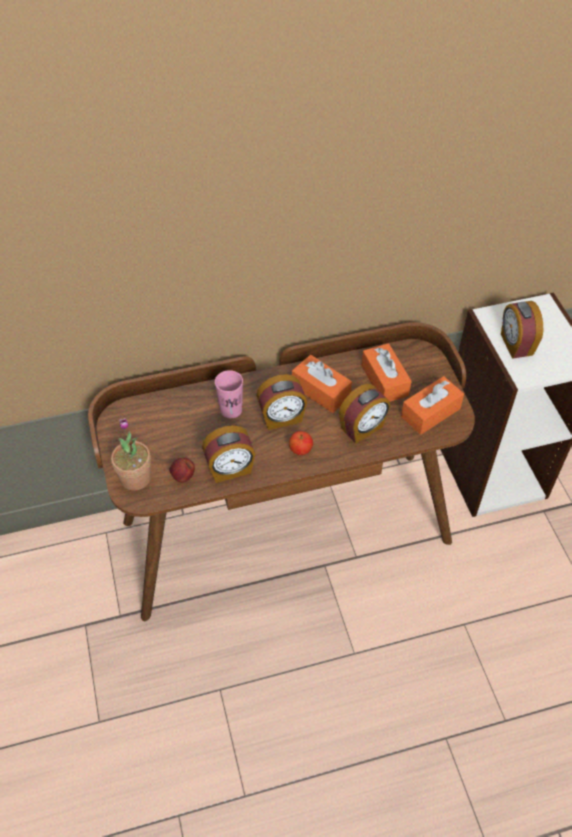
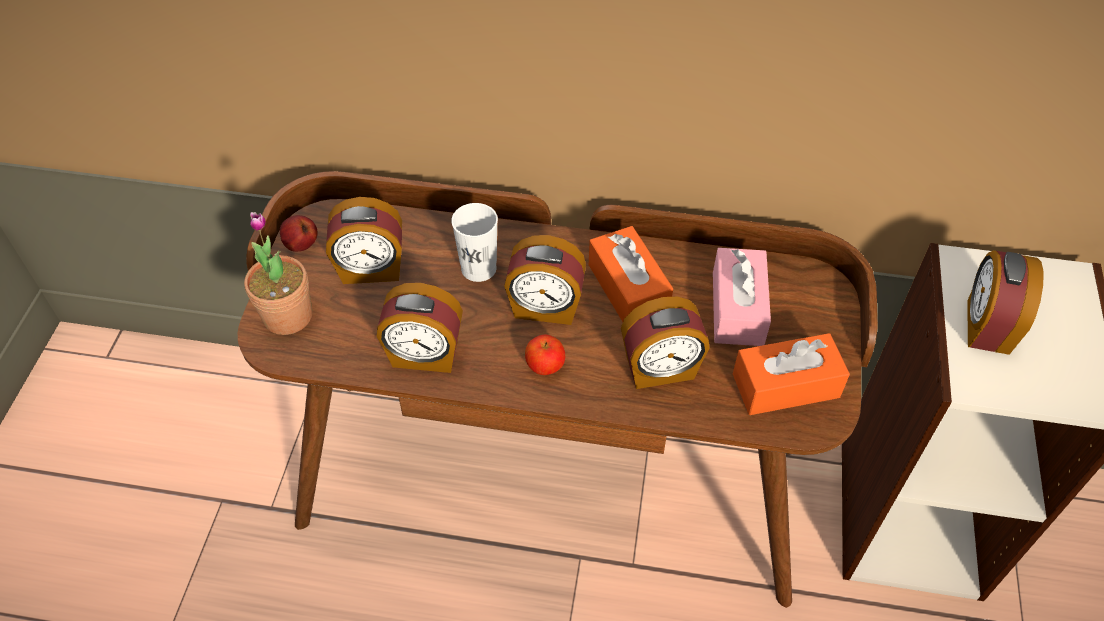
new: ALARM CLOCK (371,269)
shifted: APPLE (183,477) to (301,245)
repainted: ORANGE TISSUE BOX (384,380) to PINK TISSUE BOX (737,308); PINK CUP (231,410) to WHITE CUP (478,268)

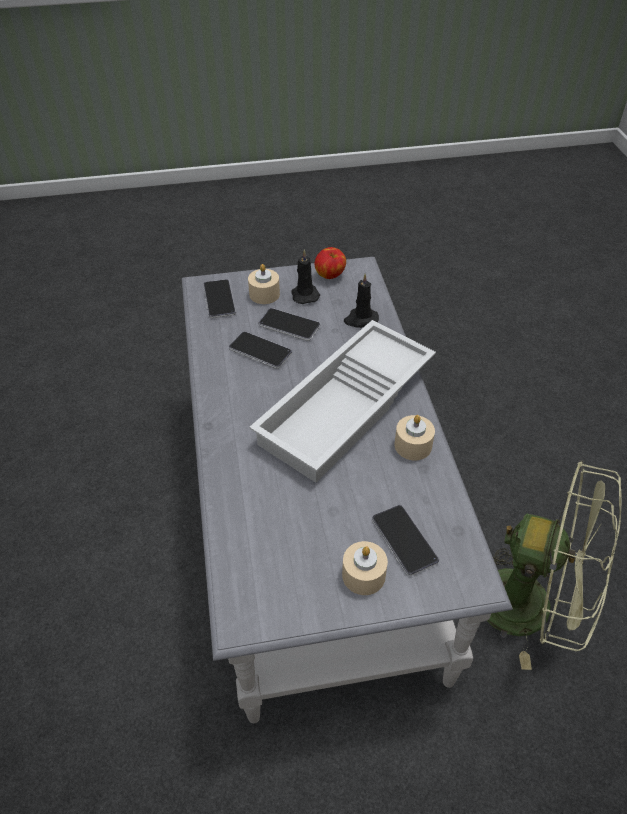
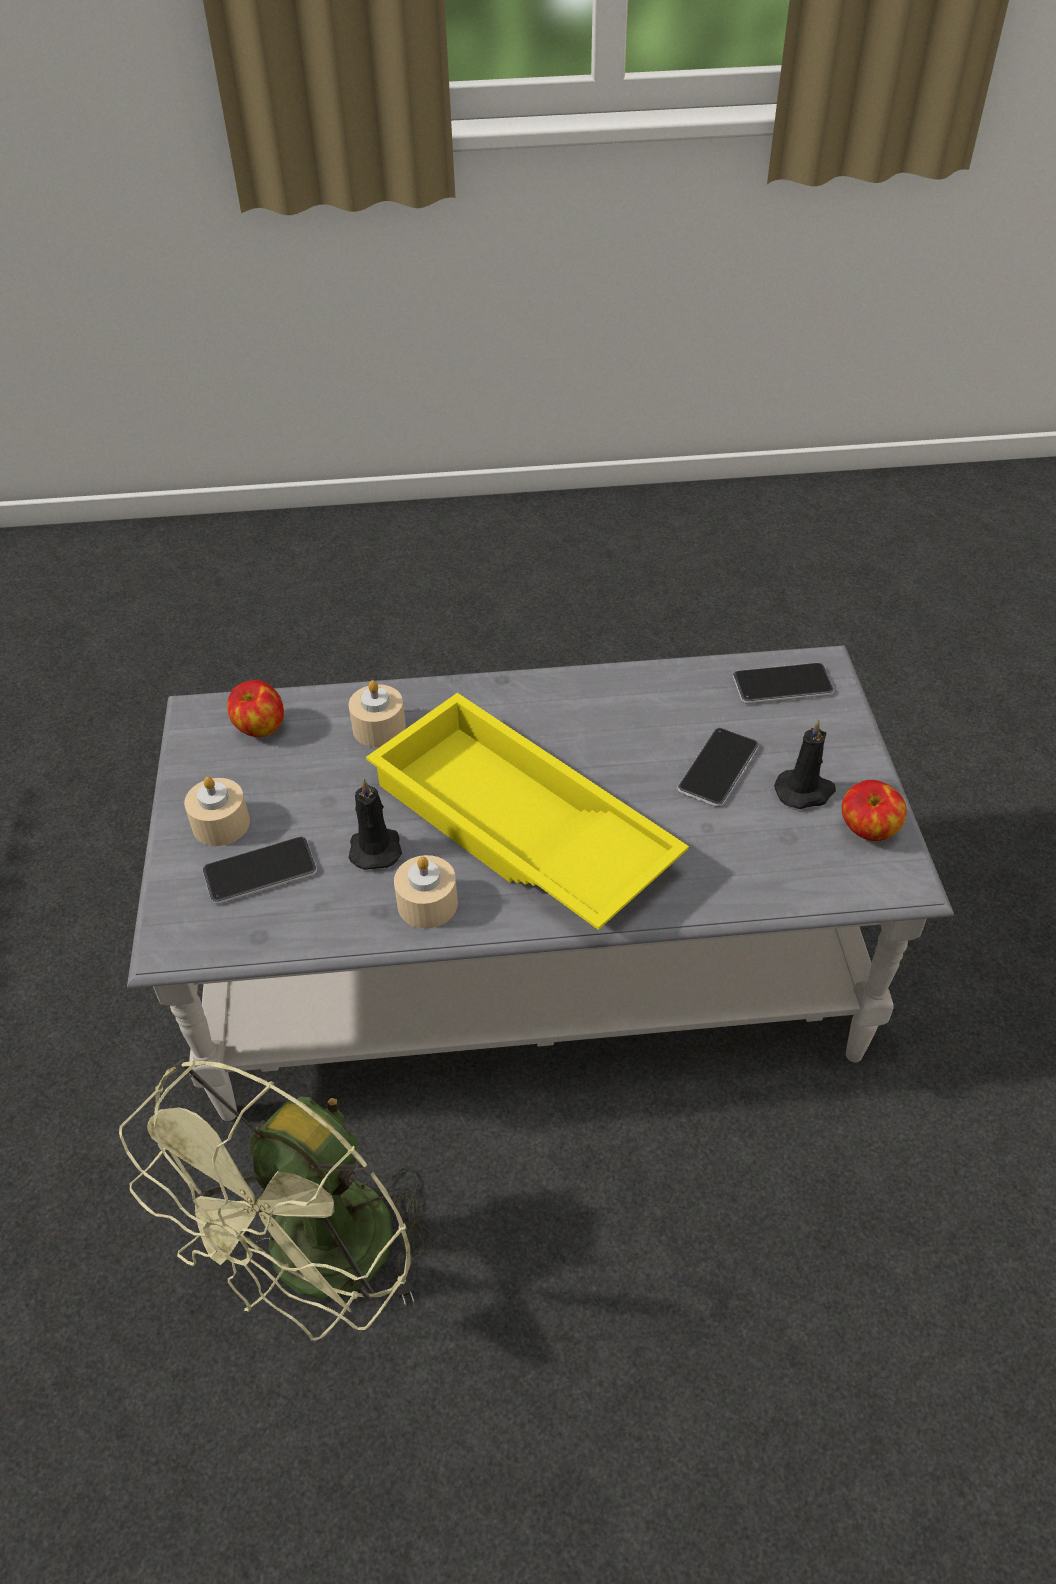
gone: PHONE (260,351)
new: APPLE (260,728)
shifted: BEIGE CANDLE (264,294) to (379,728); BLACK CANDLE (360,319) to (375,847)
repainted: WHITE TRAY (347,408) to YELLOW TRAY (516,829)

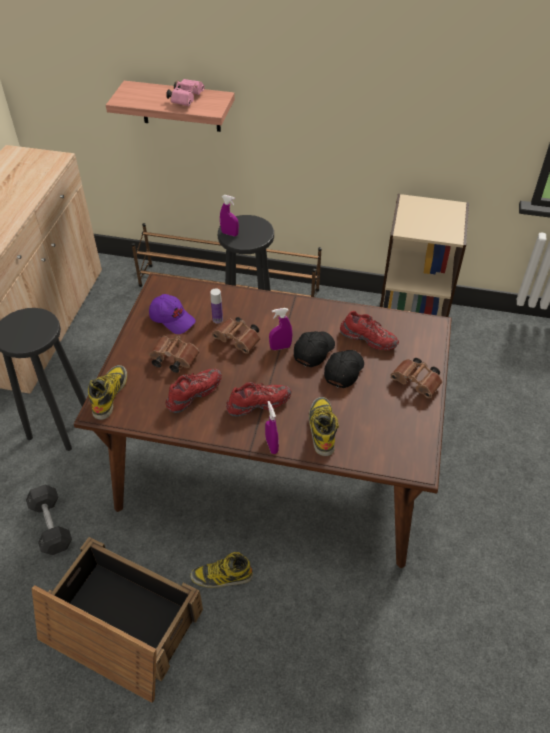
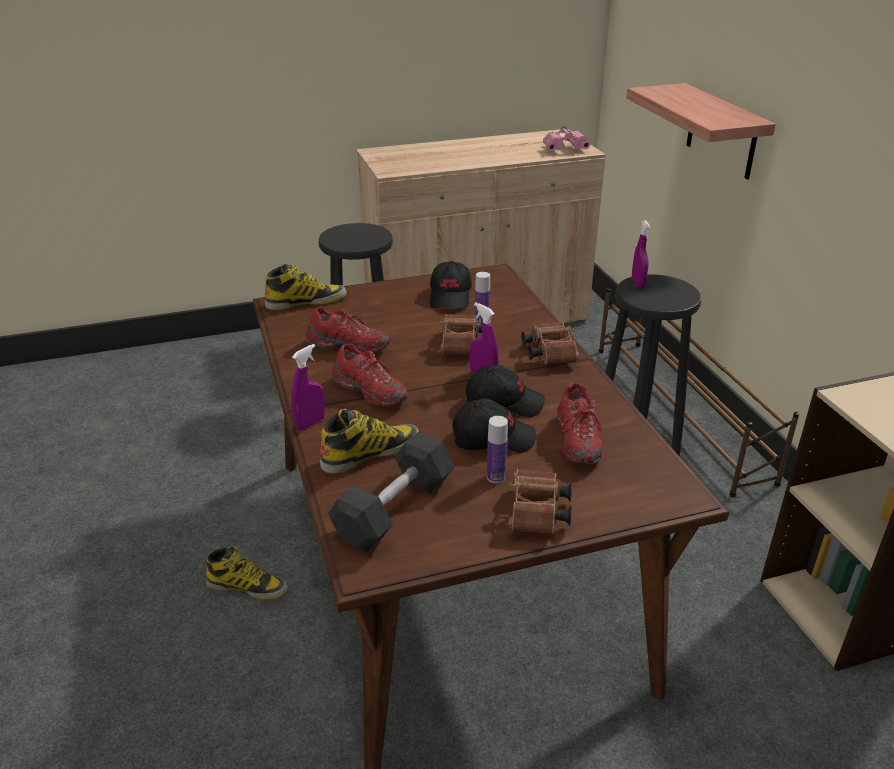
gone: CRATE (120,626)
new: BOTTLE (496,477)
shifted: PINK BINOCULARS (186,99) to (566,149); BROWN BINOCULARS (172,359) to (548,353); GREY DUMBBELL (51,525) to (394,509)
repainted: PURPLE CAP (172,319) to BLACK CAP (451,297)
rotated: BOOT (221,576) = (247,586) 135 degrees clockwise

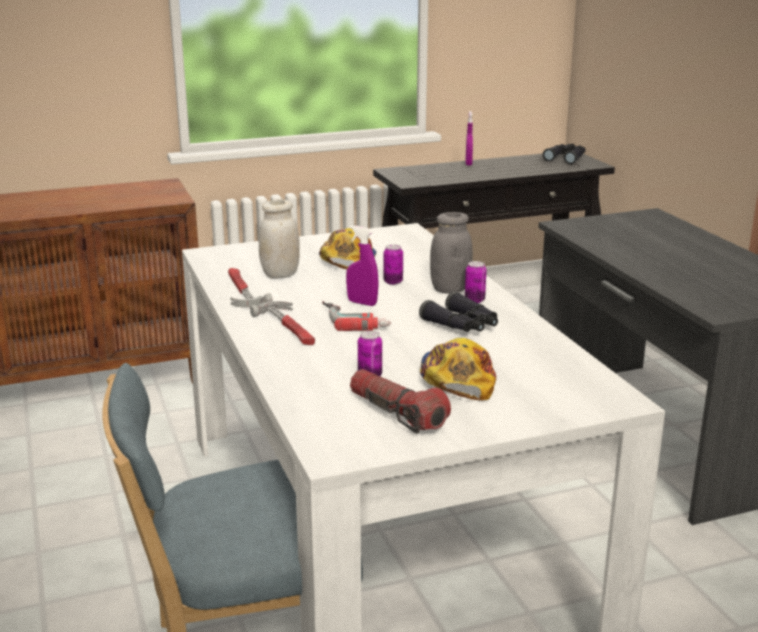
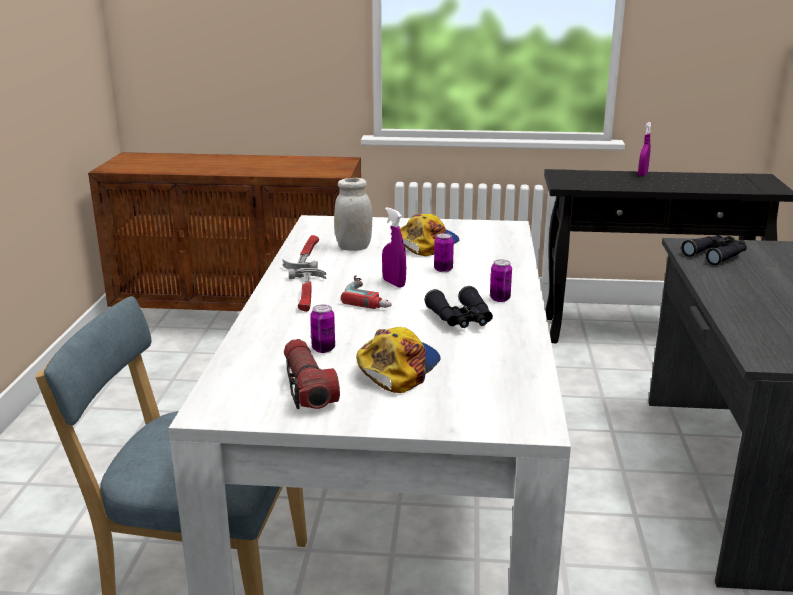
gone: GREY JAR (450,289)
shifted: BLACK BINOCULARS (566,158) to (716,255)

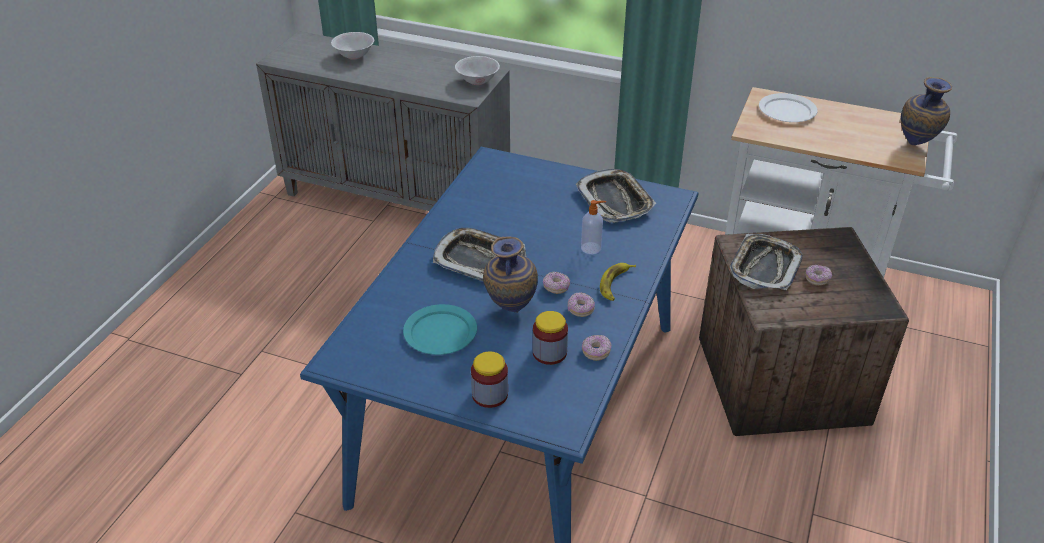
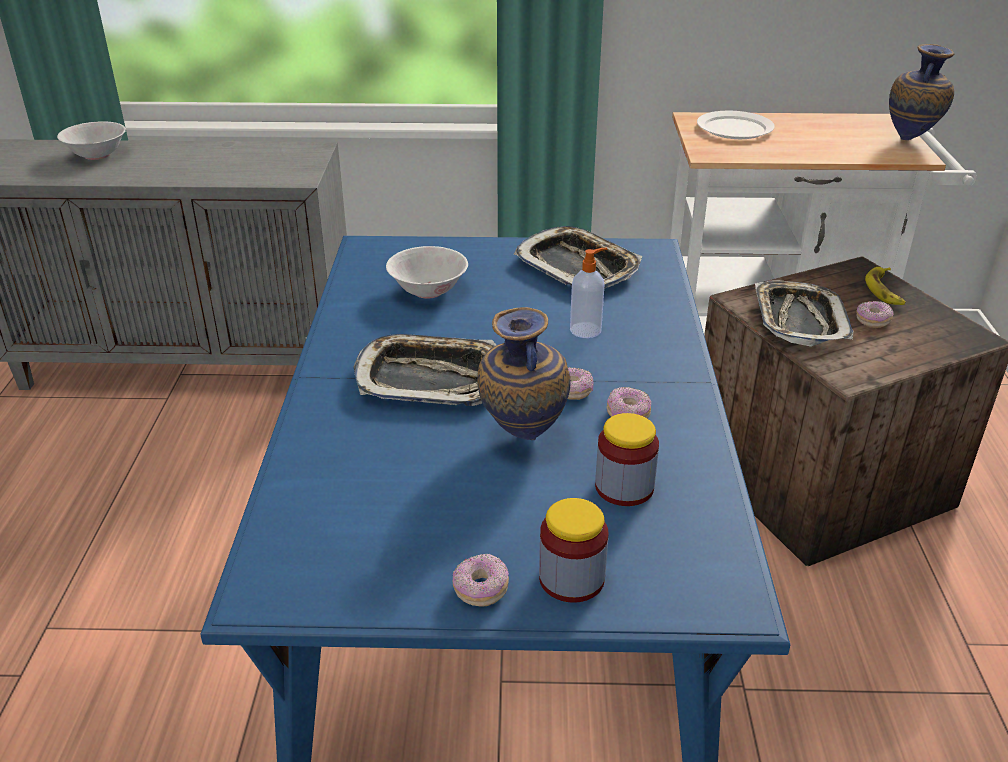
gone: TURQUOISE PLATE (440,332)
shifted: WHITE BOWL (478,81) to (428,290); BANANA (615,284) to (885,290); DONUT (596,352) to (480,589)

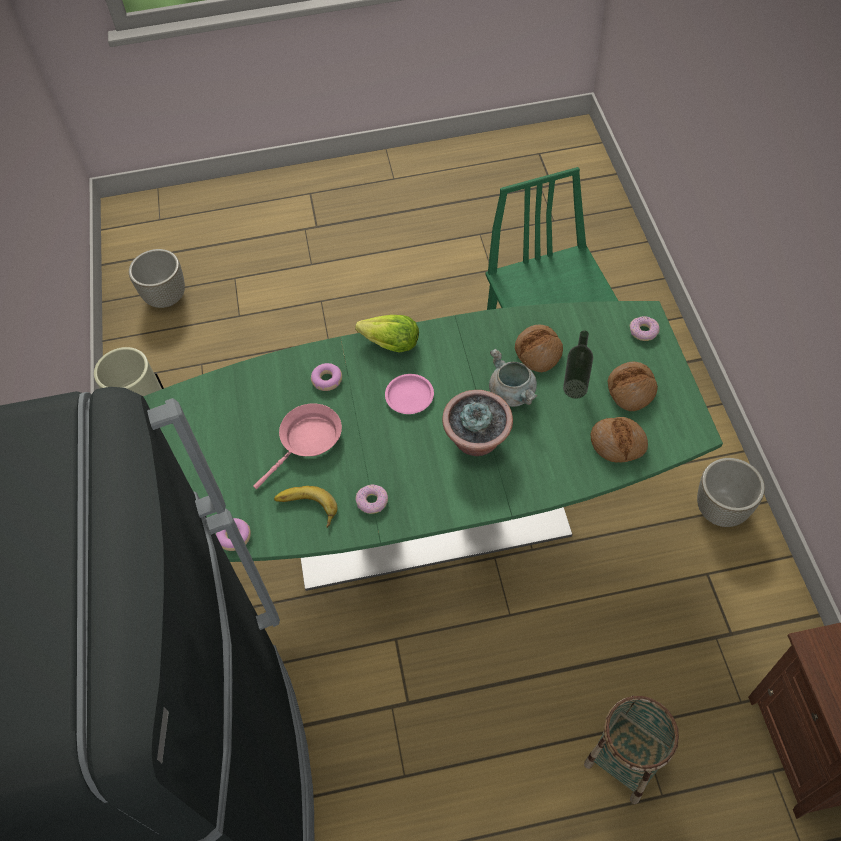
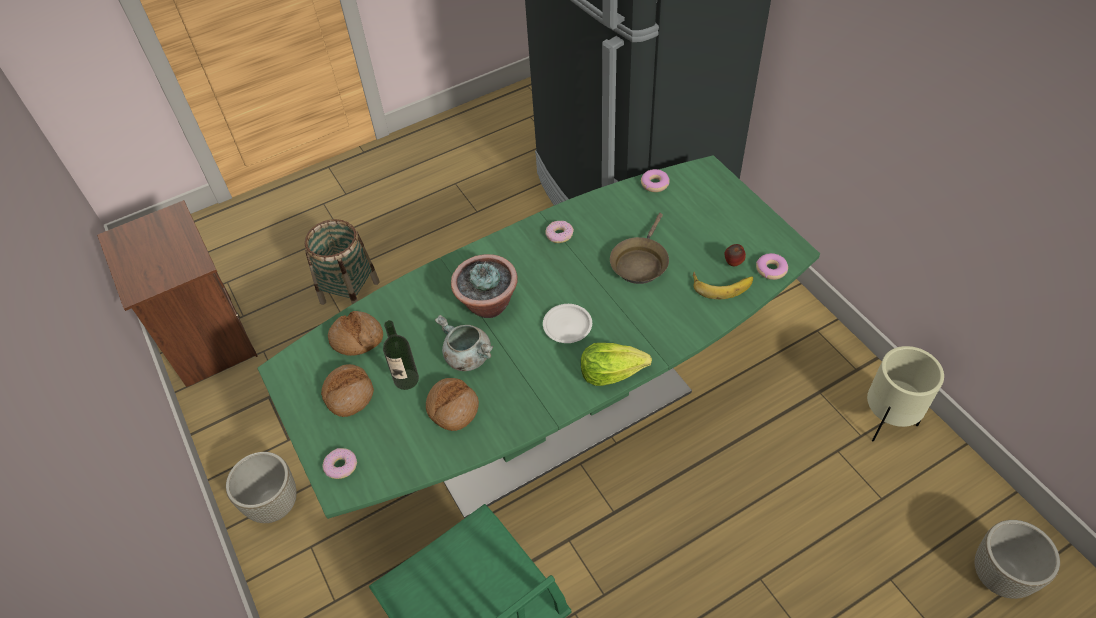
new: APPLE (733,263)
shifted: DONUT (327,380) to (771,269); BANANA (306,509) to (721,284)
repainted: PINK PLATE (410,396) to WHITE PLATE (567,326); PINK FRYING PAN (308,441) to BROWN FRYING PAN (640,262)

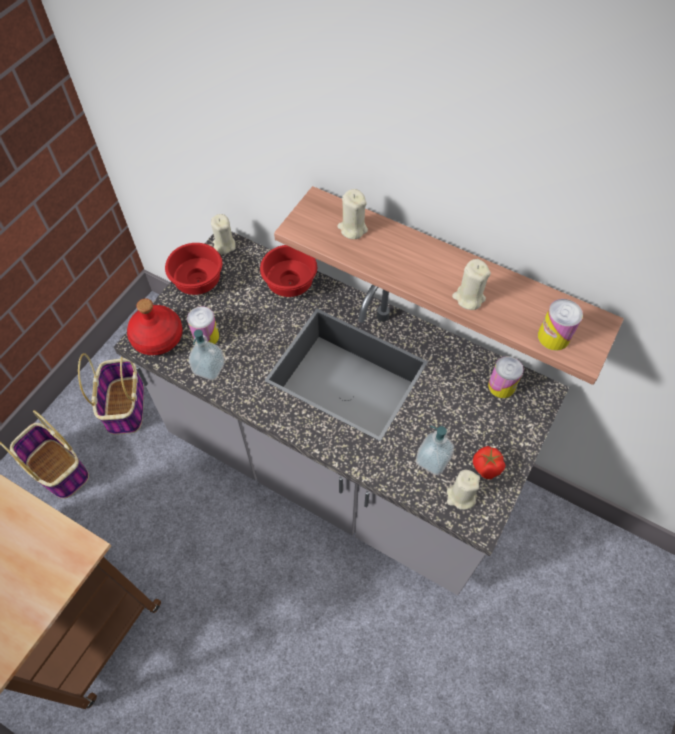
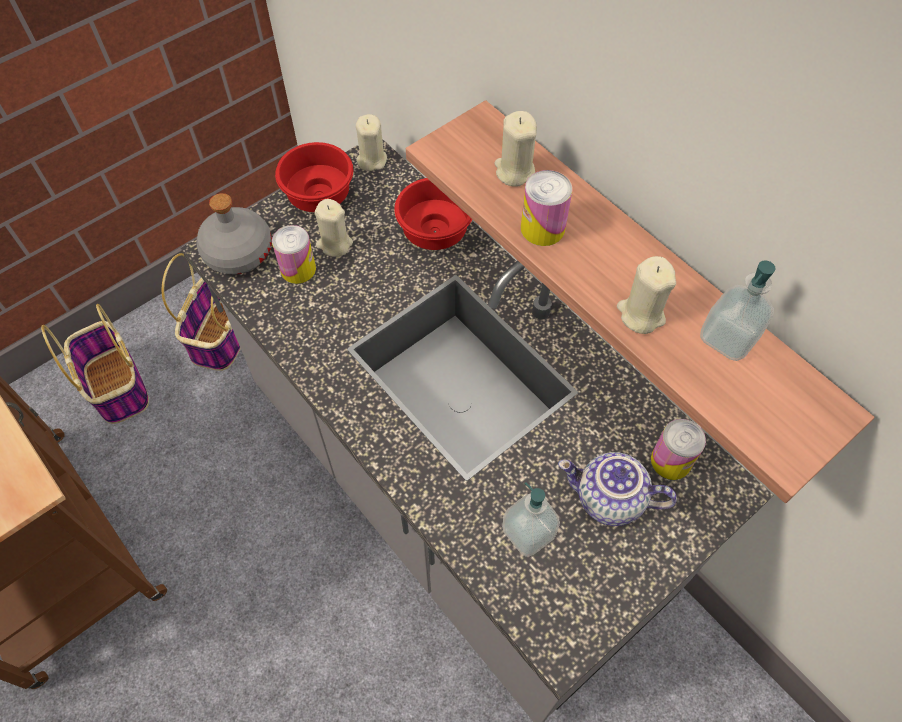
gone: TOMATO (486,468)
new: TEAPOT (608,500)
shifted: CAN (553,336) to (542,228); SOAP DISPENSER (209,368) to (728,338); BEIGE CANDLE (460,496) to (334,244)
repainted: RED BOTTLE (157,338) to GREY BOTTLE (237,252)

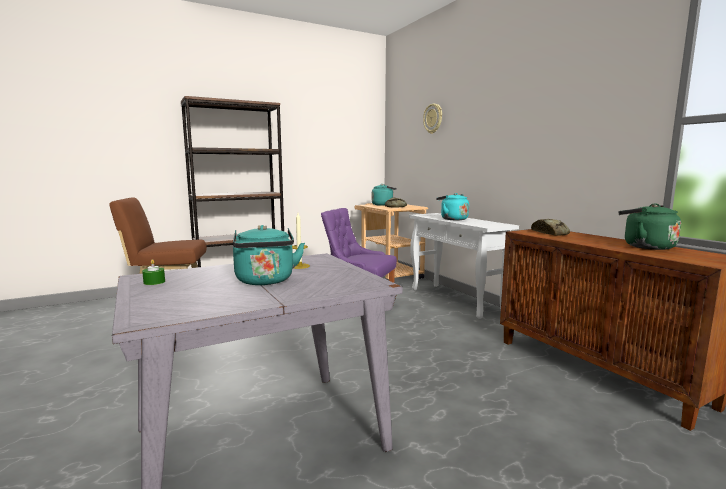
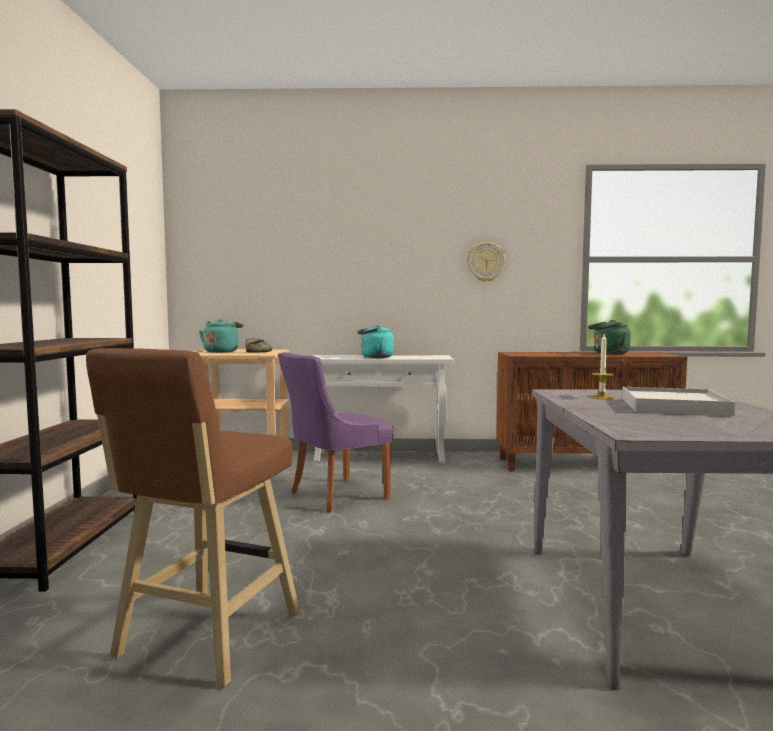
gone: BREAD (550,233); GREEN CANDLE (154,282)
shifted: WALL CLOCK (433,118) to (486,262)
swapped: TURQUOISE KETTLE (265,281) to WHITE TRAY (673,406)

